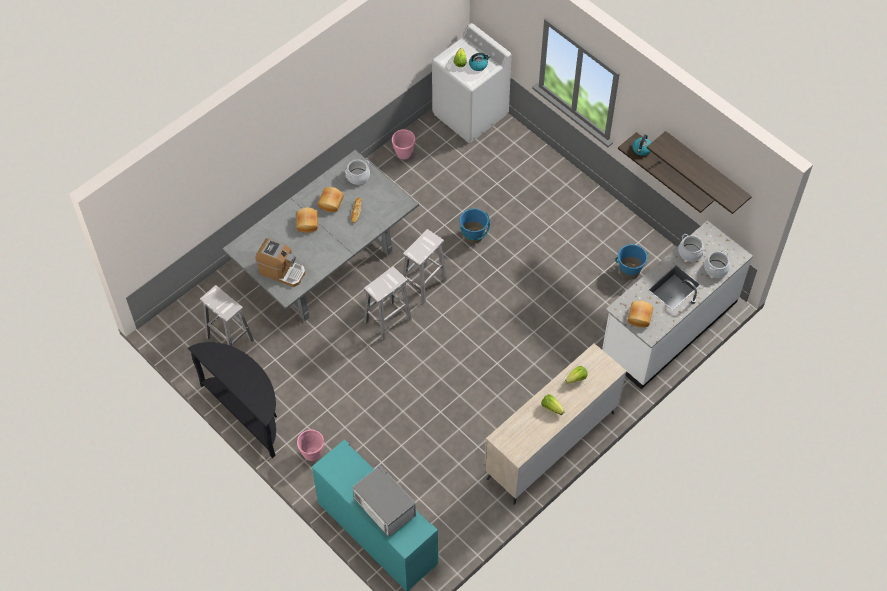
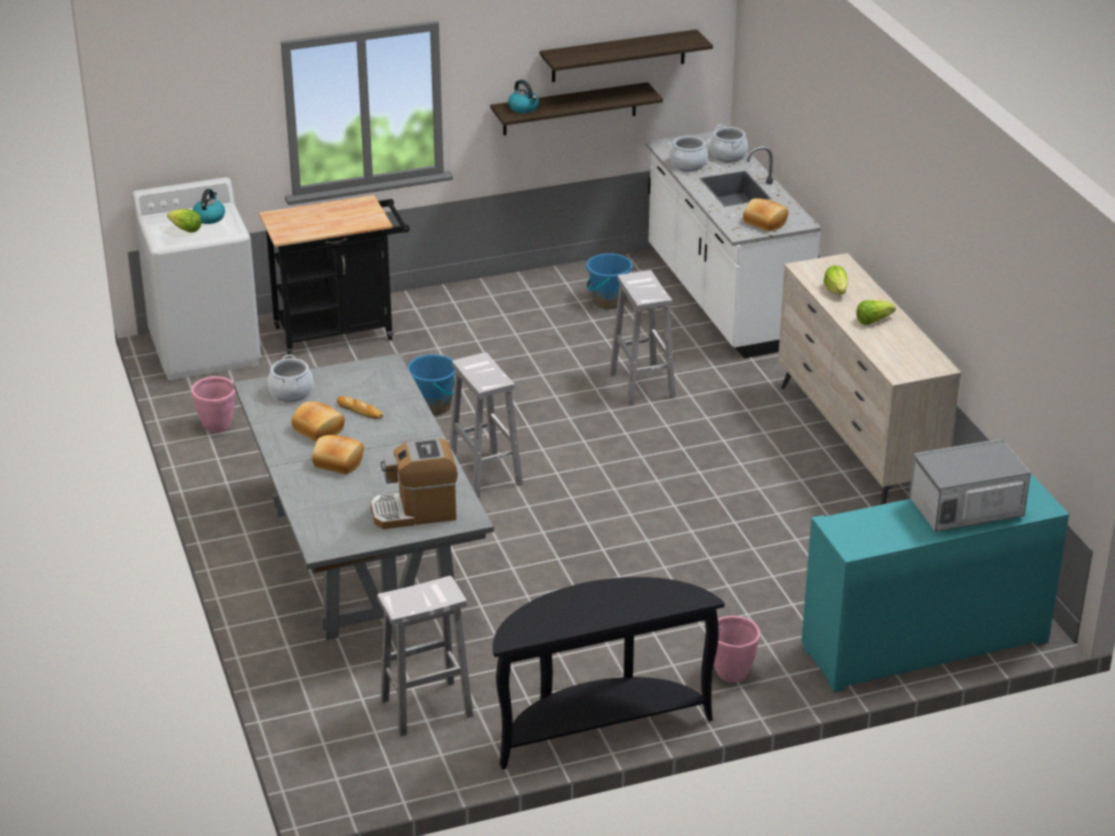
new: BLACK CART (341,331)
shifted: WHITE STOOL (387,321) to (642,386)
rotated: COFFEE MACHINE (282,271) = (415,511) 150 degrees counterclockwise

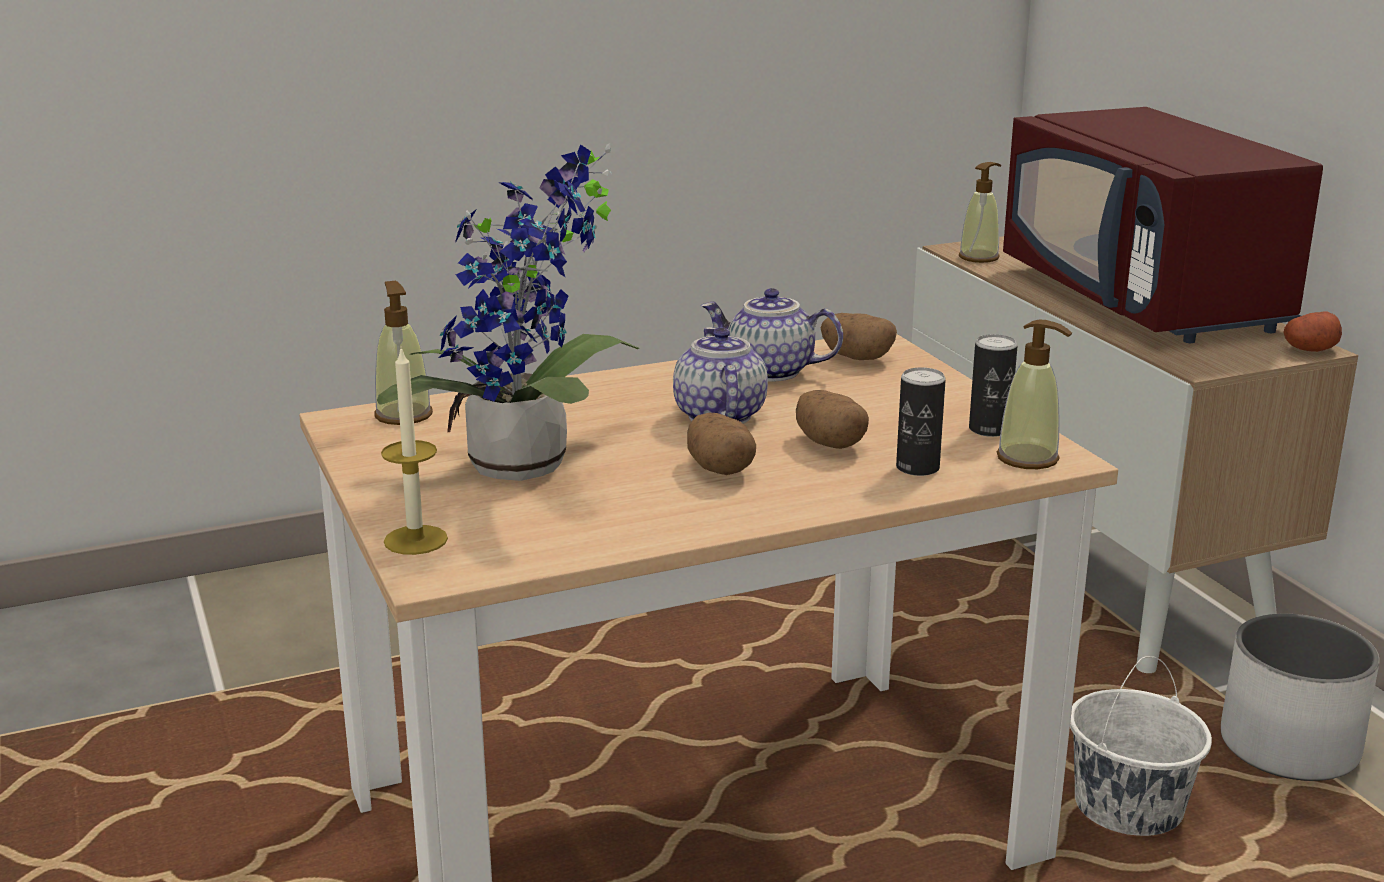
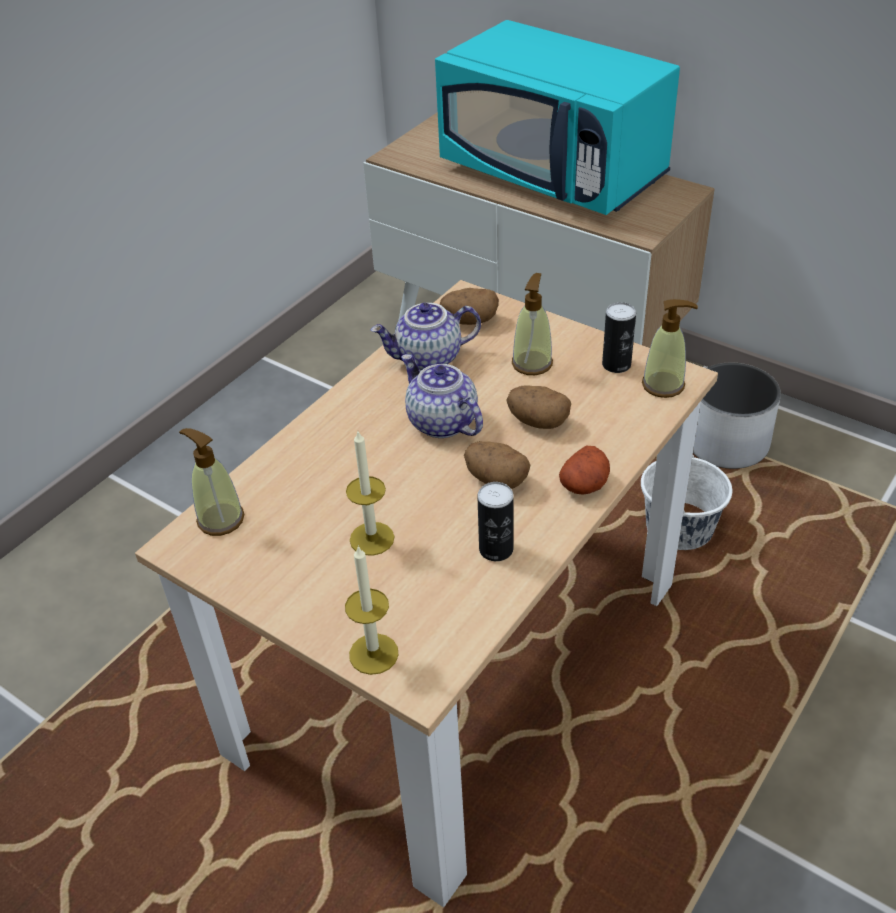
shifted: SOAP DISPENSER (979,257) to (532,363); POTATO (1310,349) to (584,485); CAN (917,468) to (496,549)
swapped: POTTED PLANT (528,469) to CANDLE (372,538)
repainted: RED MICROWAVE (1143,299) to TURQUOISE MICROWAVE (554,174)

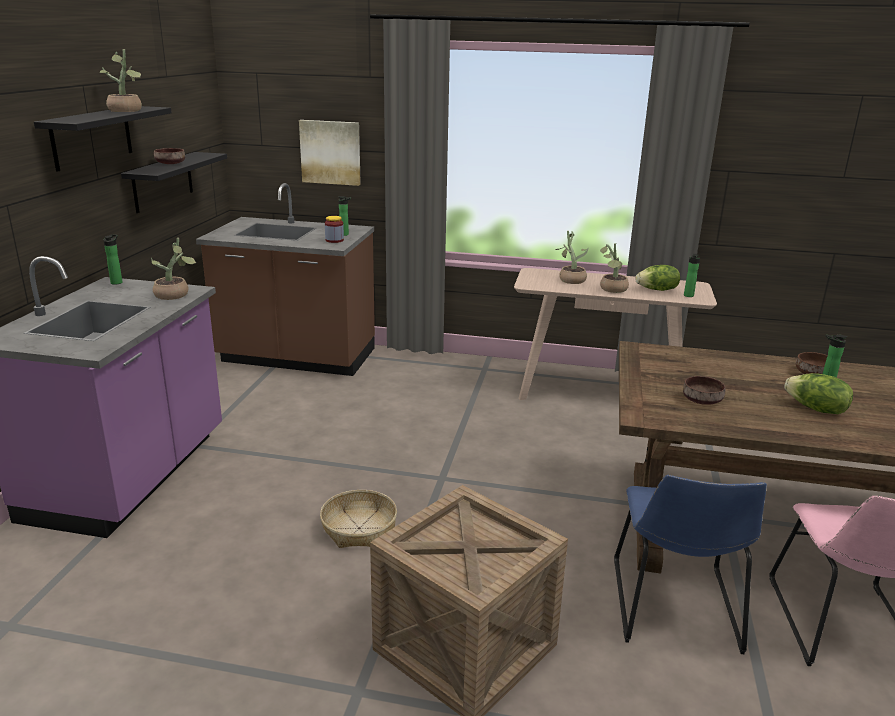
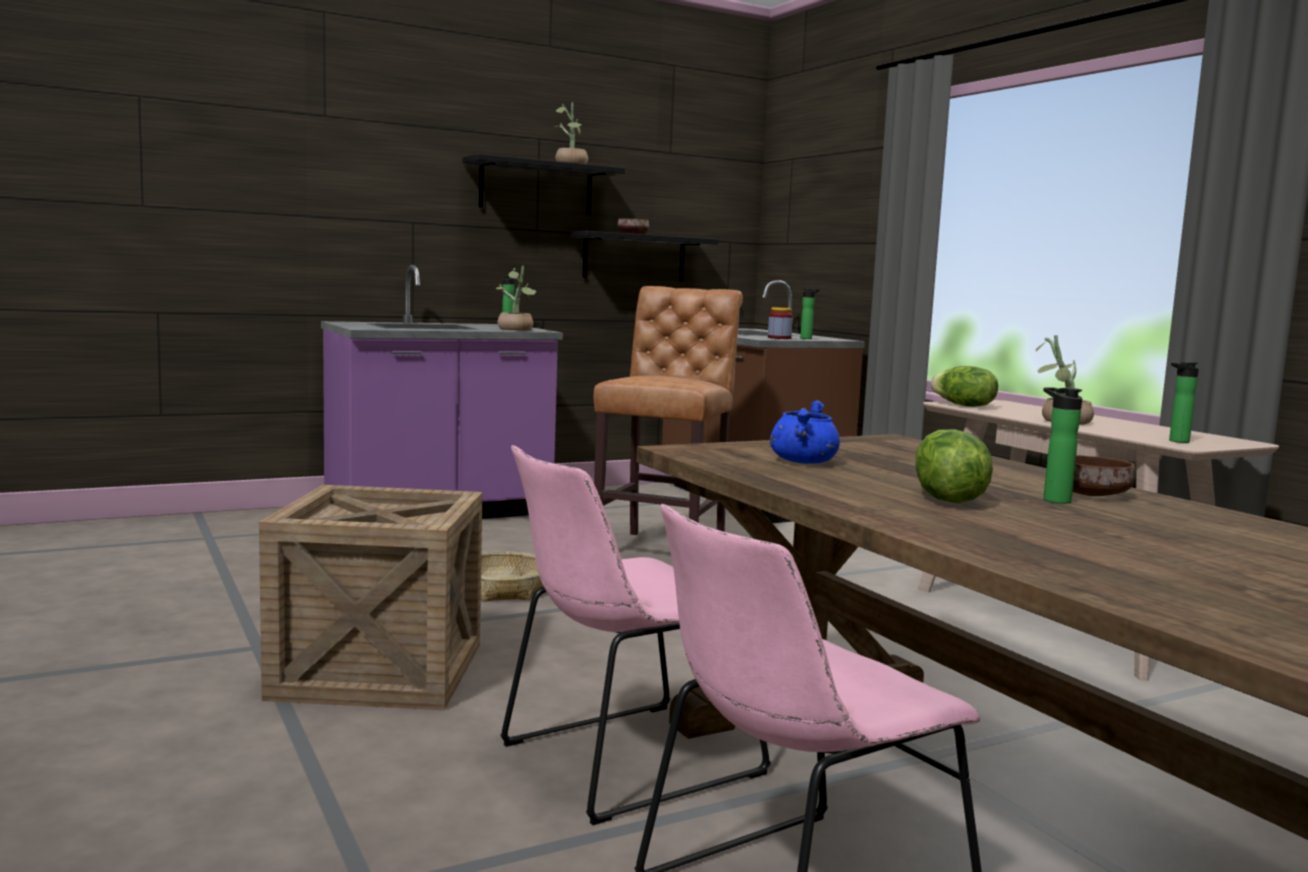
gone: PICTURE (331,152); POTTED PLANT (570,279)
new: BROWN STOOL (663,550)
shifted: LETTUCE (657,290) to (963,405)
swapped: BROWN BOWL (700,400) to BLUE COOKING POT (803,462)
repainted: BLUE CHAIR (675,609) to PINK CHAIR (621,761)

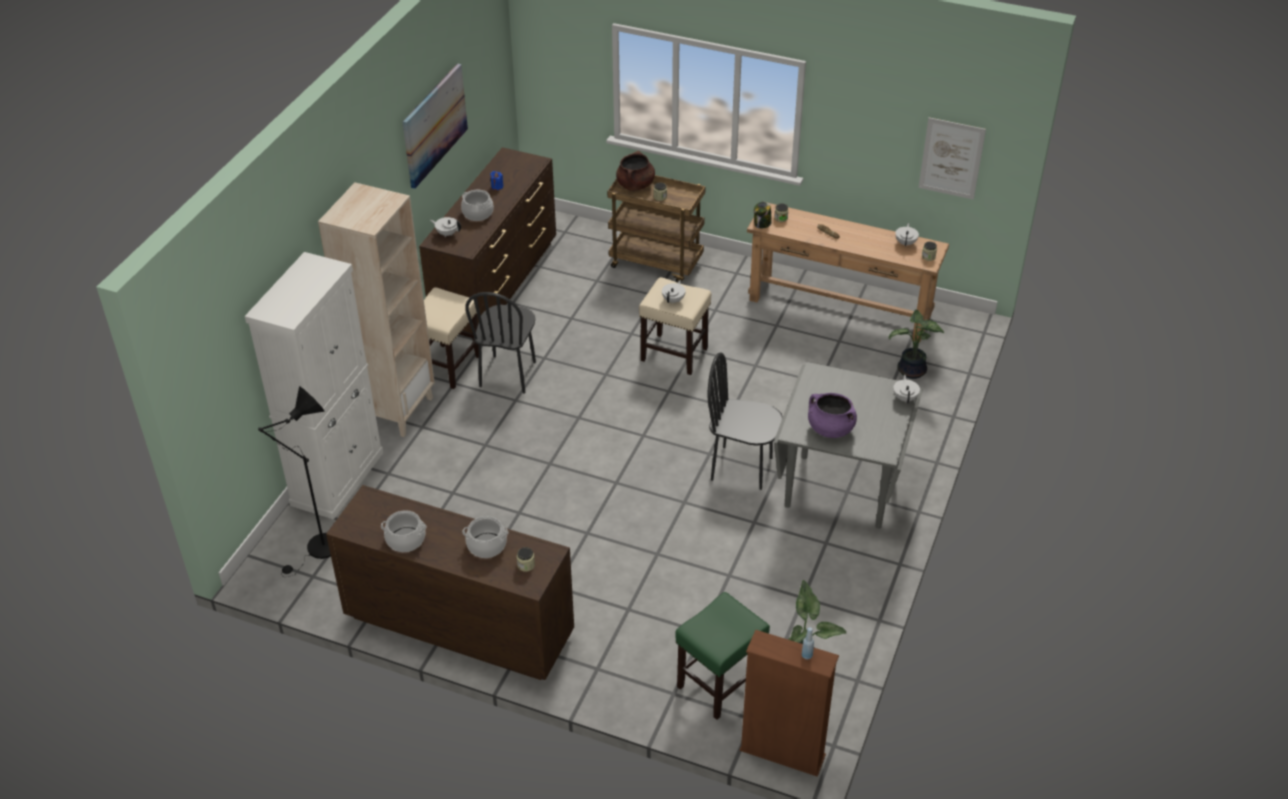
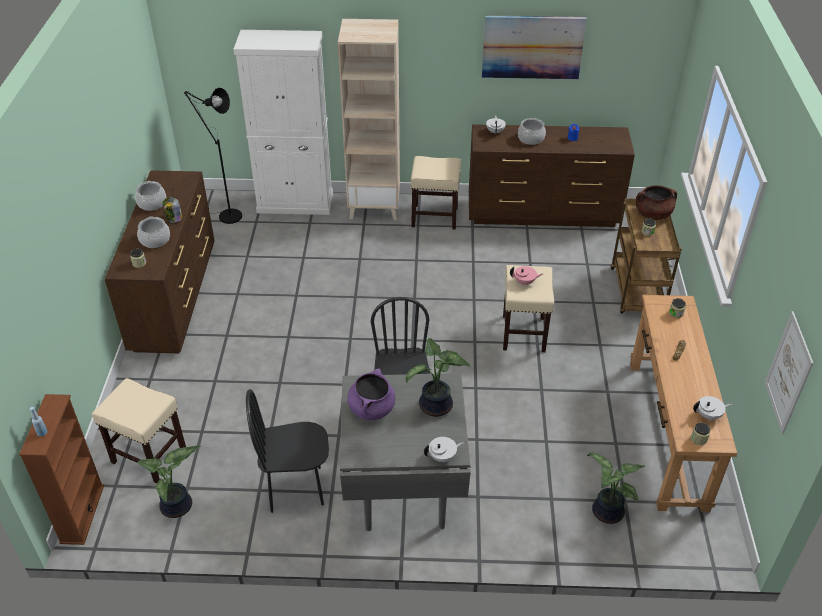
new: POTTED PLANT (436,408)
shifted: JAR (762,224) to (173,218); BLACK CHAIR (508,374) to (296,488)
repainted: WHITE TEAPOT (673,300) to PINK TEAPOT (525,282); GREEN STOOL (719,684) to BEIGE STOOL (148,456)

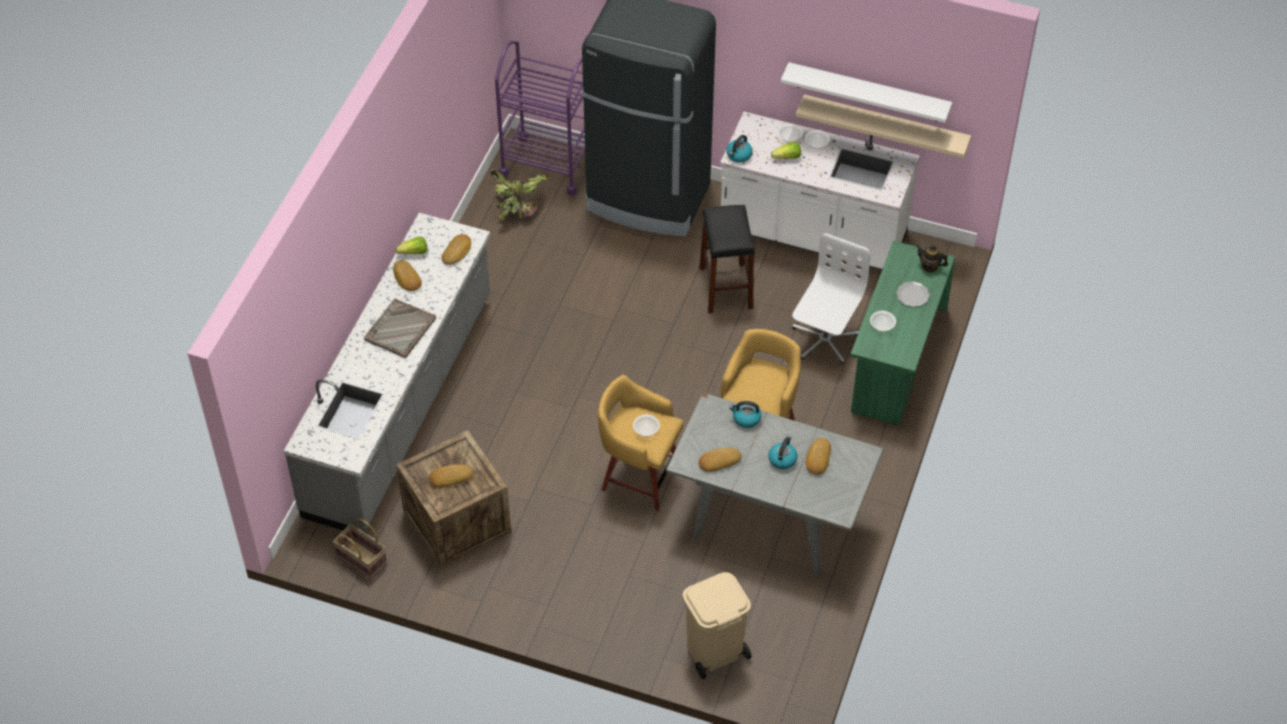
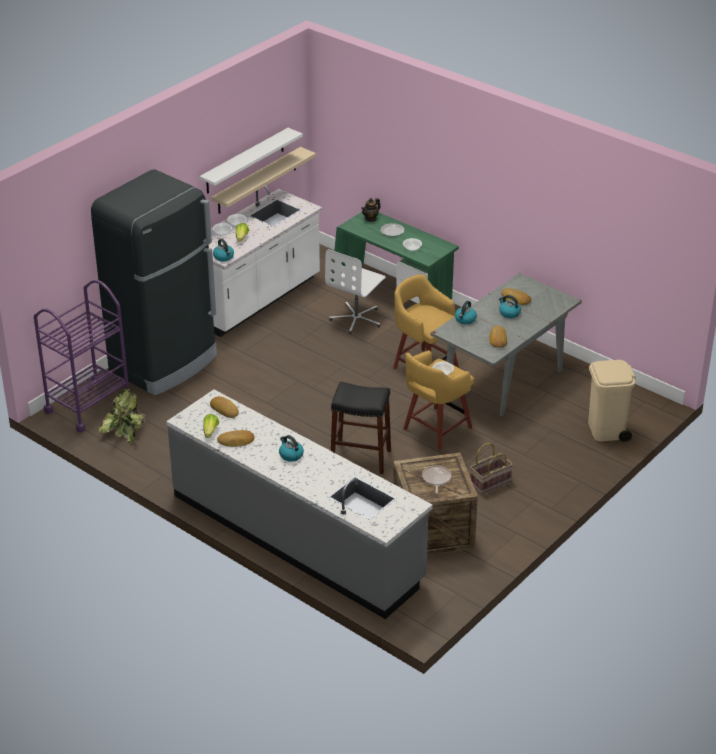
shifted: BLACK STOOL (726,288) to (360,458); BASKET (362,559) to (490,482)
swapped: GREY TRAY (400,329) to KETTLE (290,455); BREAD (450,477) to FRYING PAN (436,479)
rotated: WHITE OFFICE CHAIR (824,340) = (357,319) 105 degrees counterclockwise

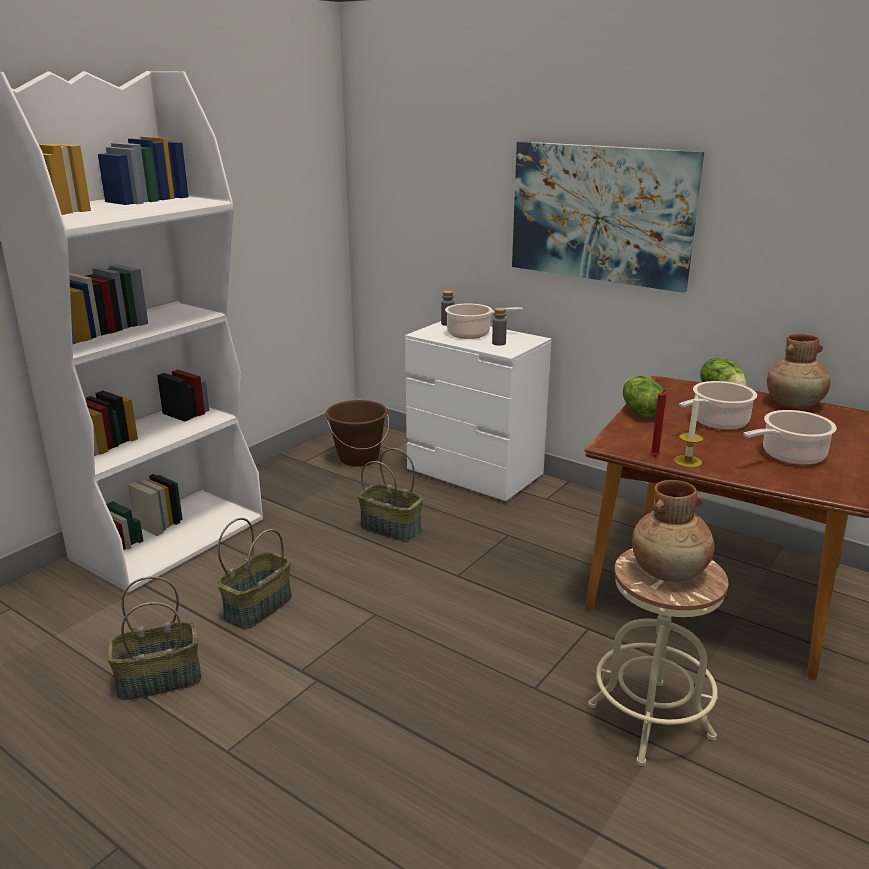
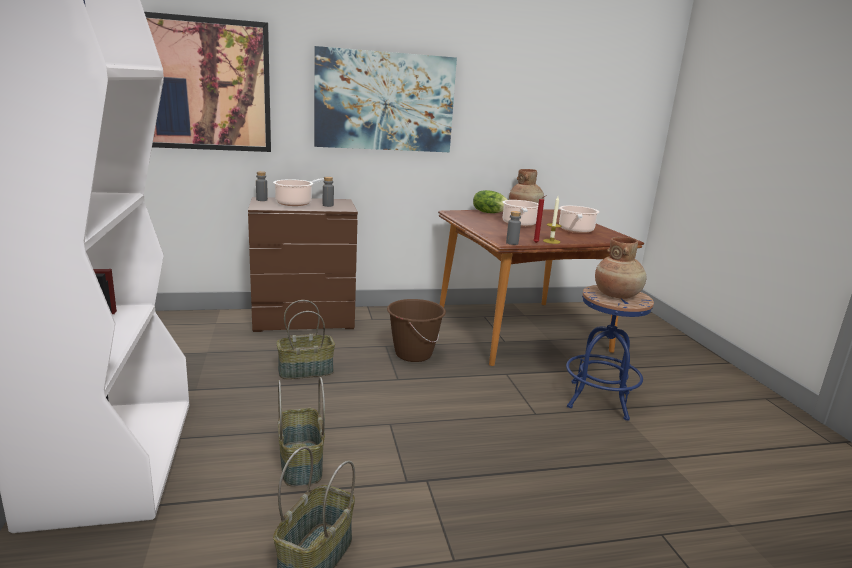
gone: LETTUCE (640,412)
new: PICTURE (205,85); GREY BOTTLE (512,243)
shifted: BROWN BUCKET (358,458) to (413,354)
repainted: WHITE DRESSER (475,474) to BROWN DRESSER (304,320); BEIGE STOOL (650,721) to BLUE STOOL (598,400)

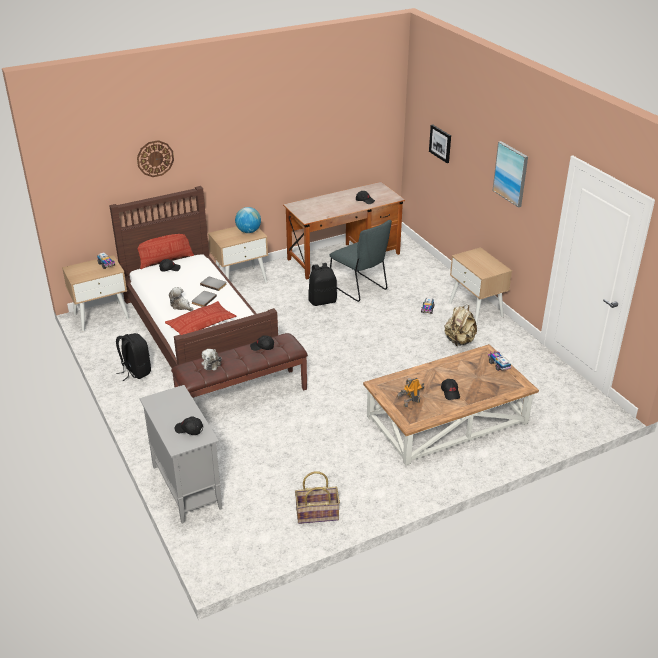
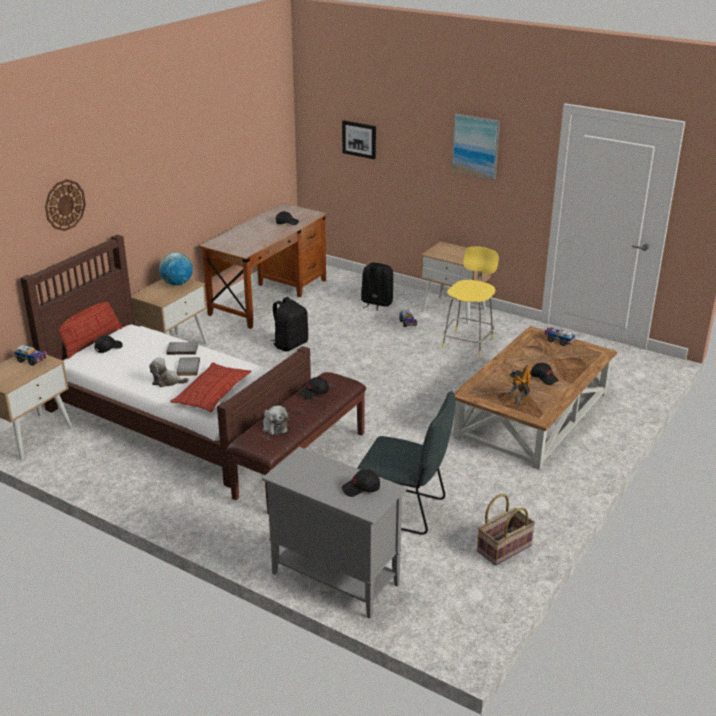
shifted: GREY CHAIR (359,288) to (403,510); BLACK BACKPACK (135,371) to (376,303)
swapped: BEIGE BACKPACK (459,341) to YELLOW STOOL (468,342)

